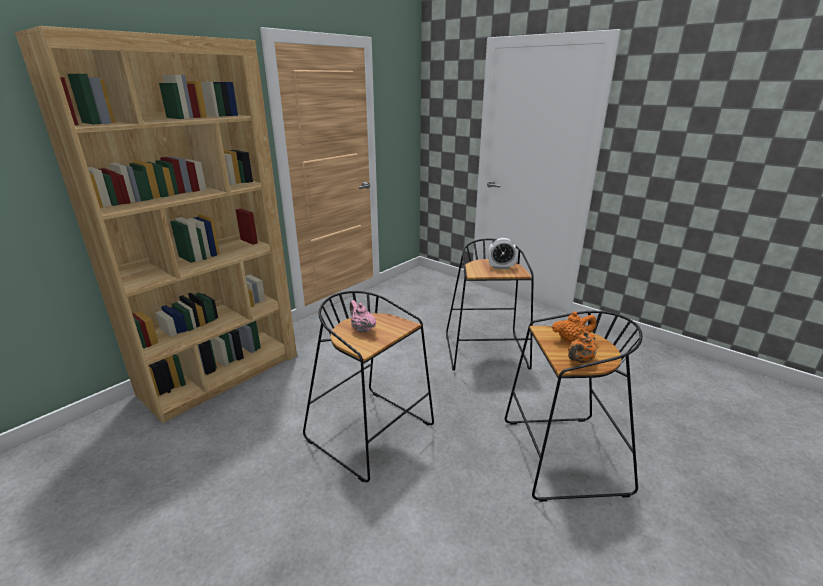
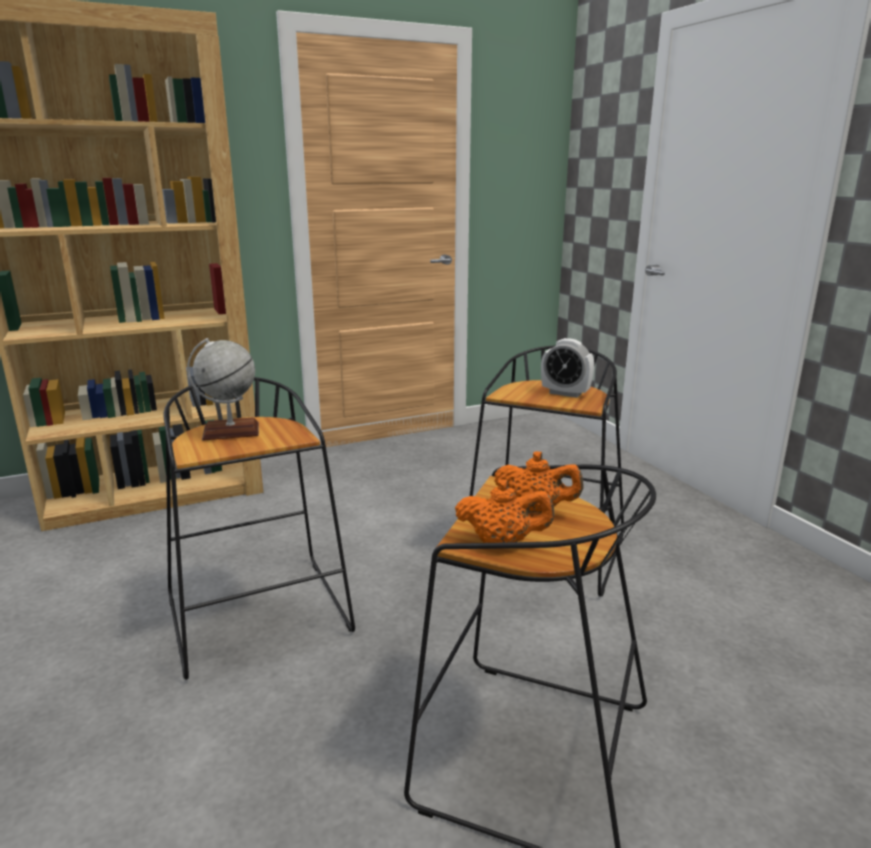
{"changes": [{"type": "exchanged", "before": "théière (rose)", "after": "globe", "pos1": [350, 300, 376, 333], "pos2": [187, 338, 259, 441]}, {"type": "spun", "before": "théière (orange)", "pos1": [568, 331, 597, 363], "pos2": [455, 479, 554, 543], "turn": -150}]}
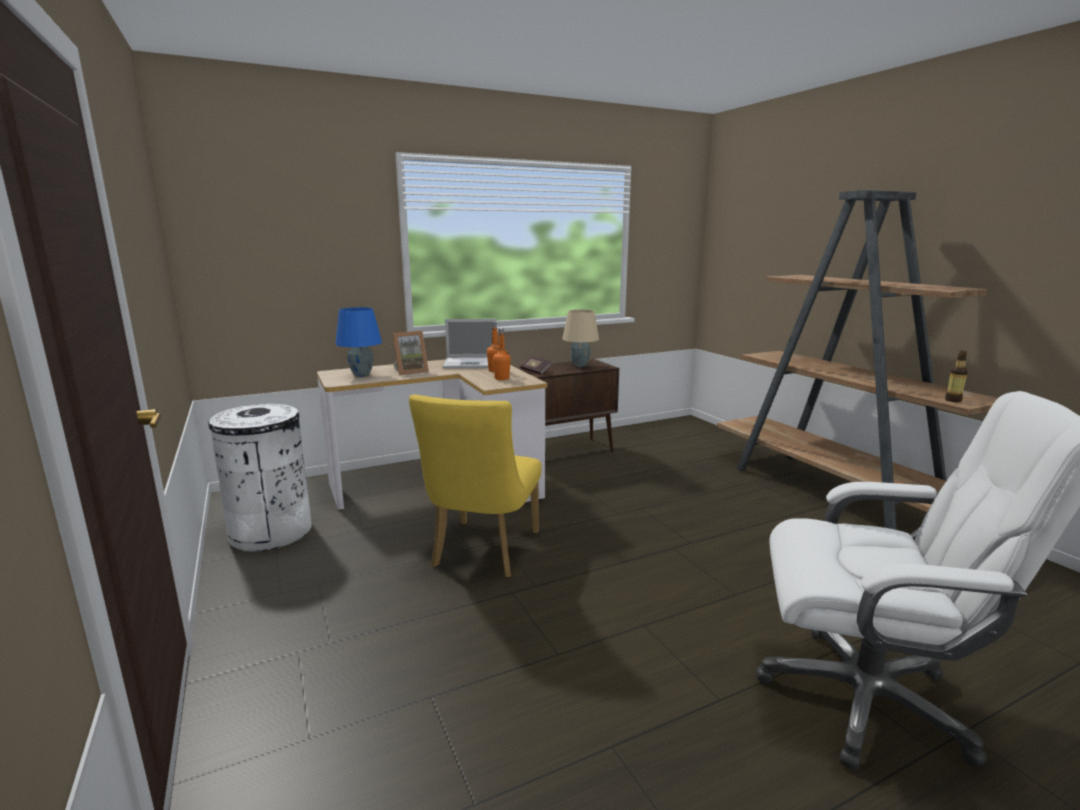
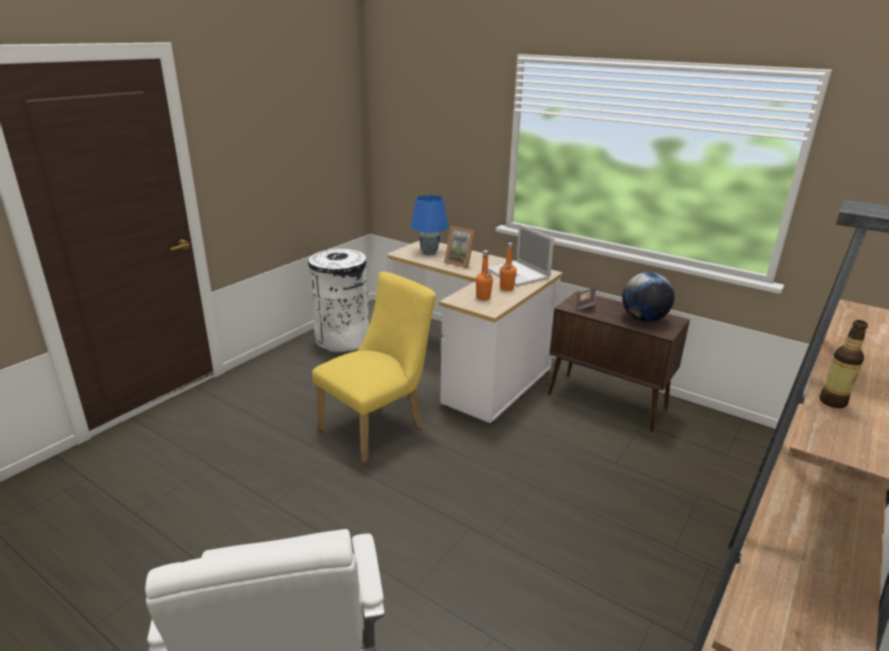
{"changes": [{"type": "relocated", "before": "bouteille", "pos1": [945, 351, 968, 402], "pos2": [819, 320, 868, 408]}, {"type": "exchanged", "before": "lampe de table (beige)", "after": "globe", "pos1": [562, 310, 599, 367], "pos2": [622, 272, 675, 322]}, {"type": "spun", "before": "chaise (jaune)", "pos1": [409, 395, 542, 578], "pos2": [312, 272, 436, 463], "turn": 150}]}
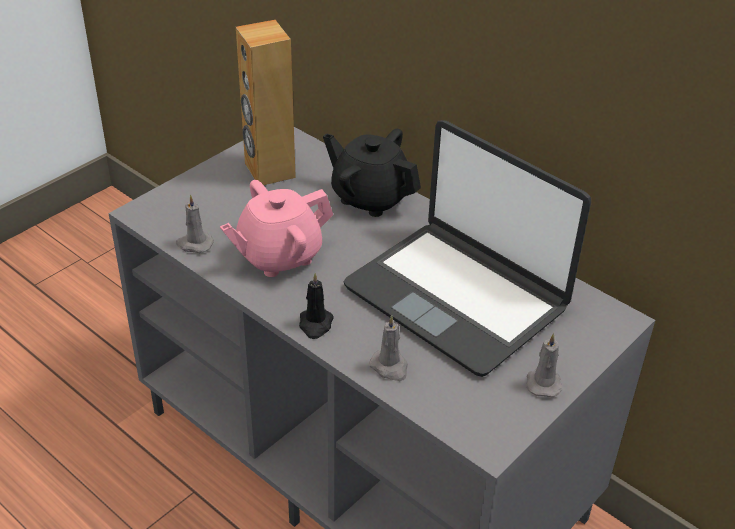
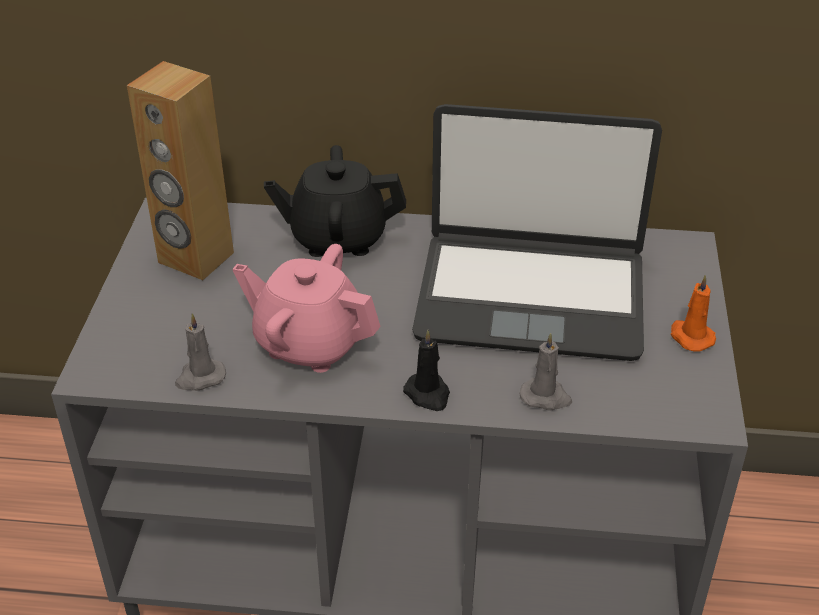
{"changes": [{"type": "colour", "before": "bougie (gris)", "after": "bougie (orange)", "pos1": [526, 333, 563, 397], "pos2": [671, 275, 716, 352]}, {"type": "spun", "before": "théière (rose)", "pos1": [220, 180, 333, 277], "pos2": [232, 244, 381, 373], "turn": 90}]}
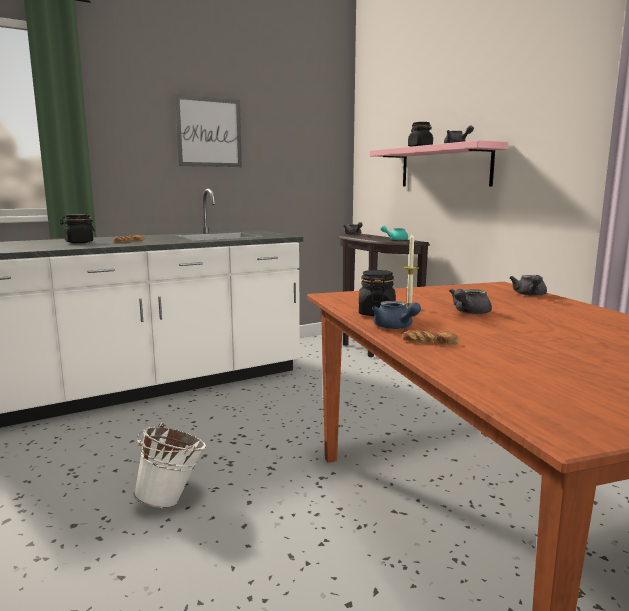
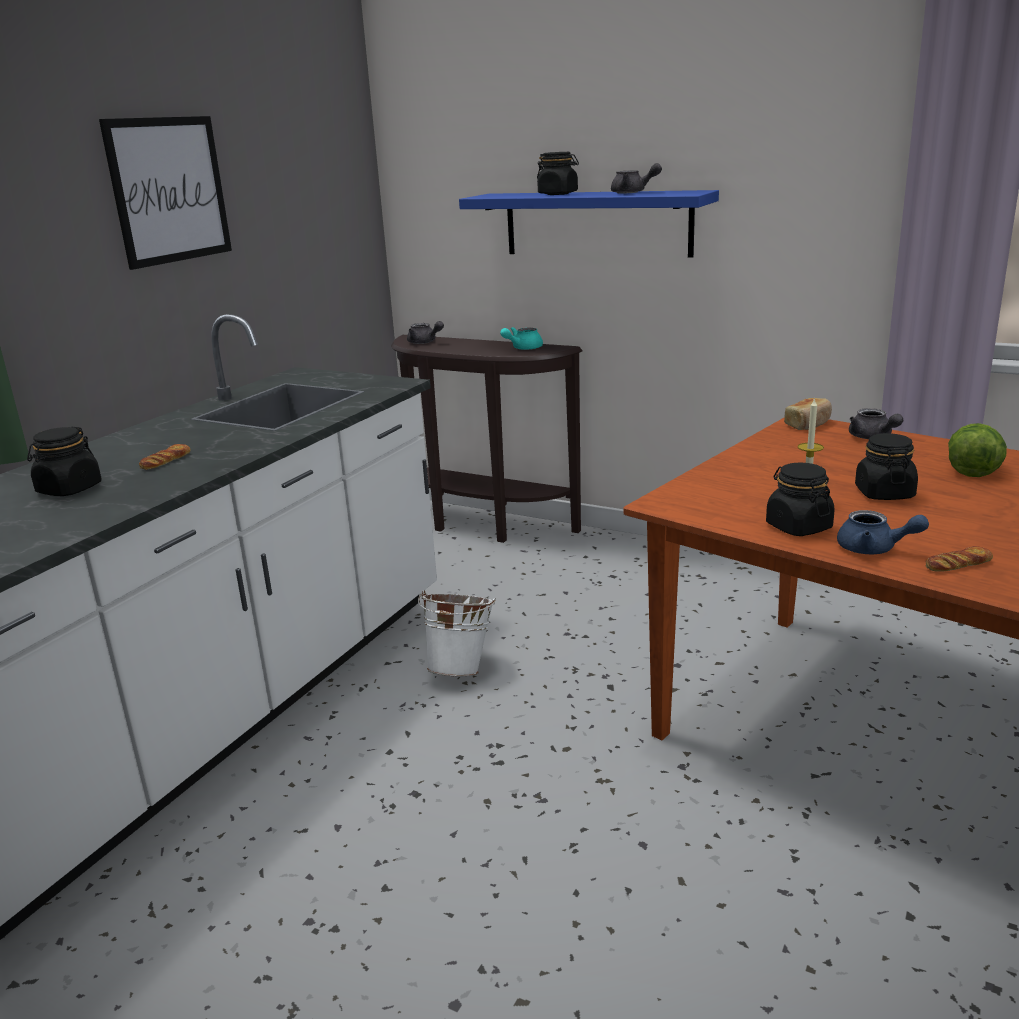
{"changes": [{"type": "appeared", "after": "pain", "pos2": [784, 398, 832, 430]}, {"type": "appeared", "after": "laitue", "pos2": [948, 423, 1007, 477]}, {"type": "relocated", "before": "seau (blanc)", "pos1": [133, 423, 206, 509], "pos2": [418, 590, 496, 677]}, {"type": "exchanged", "before": "théière (gris)", "after": "bocal (noir)", "pos1": [449, 289, 492, 314], "pos2": [855, 433, 918, 500]}, {"type": "colour", "before": "étagère (rose)", "after": "étagère (bleu)", "pos1": [370, 140, 509, 187], "pos2": [459, 190, 719, 258]}]}
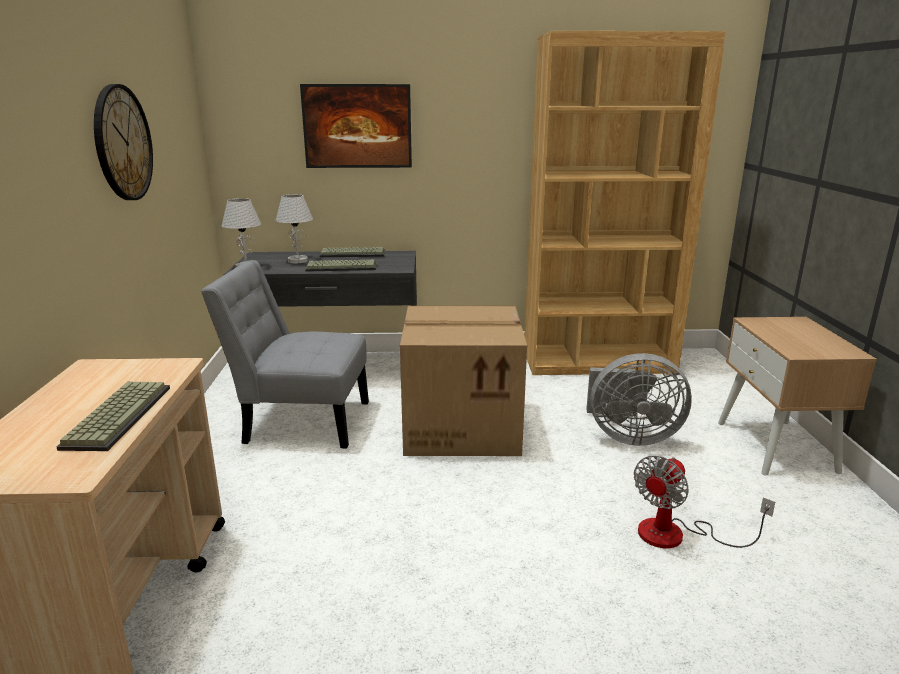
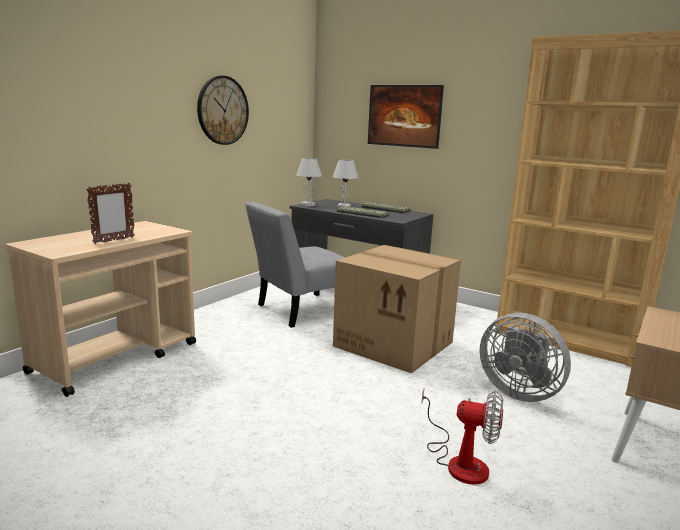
{"changes": [{"type": "exchanged", "before": "clavier", "after": "cadre photo", "pos1": [57, 382, 170, 451], "pos2": [86, 183, 135, 244]}, {"type": "spun", "before": "chaise (gris)", "pos1": [201, 260, 369, 449], "pos2": [245, 201, 345, 328], "turn": -75}, {"type": "spun", "before": "ventilateur", "pos1": [634, 456, 775, 549], "pos2": [422, 389, 503, 485], "turn": -150}]}
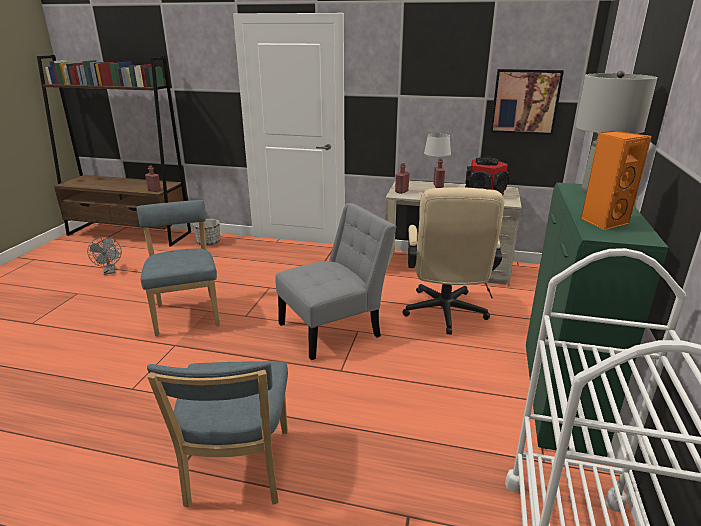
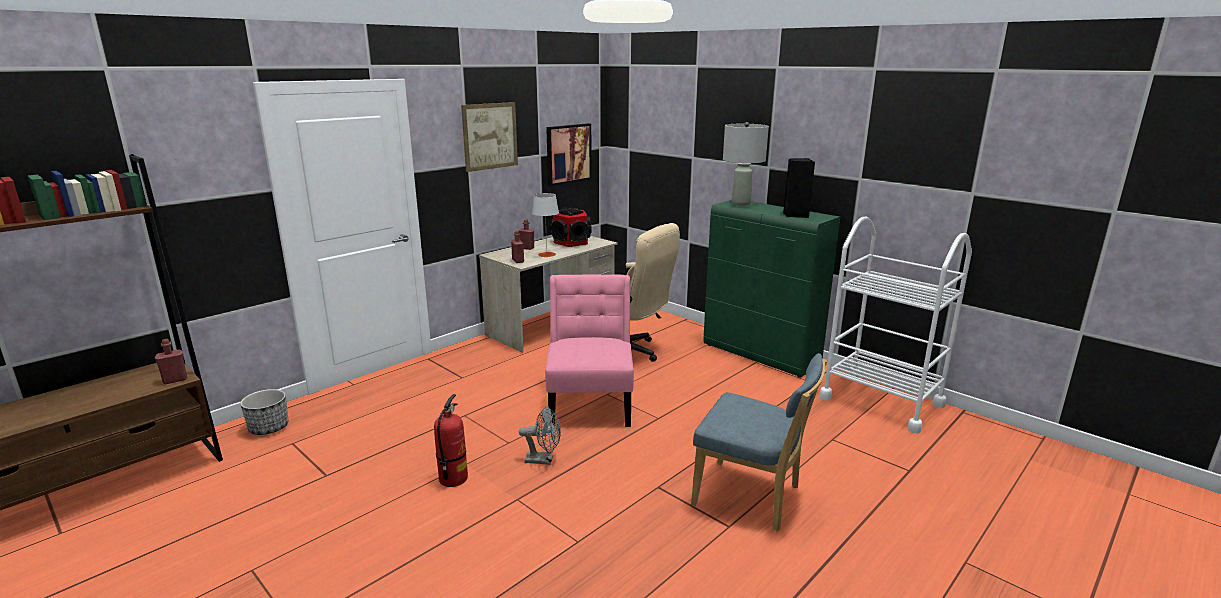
{"changes": [{"type": "appeared", "after": "tableau", "pos2": [461, 102, 518, 172]}, {"type": "relocated", "before": "ventilateur (gris)", "pos1": [87, 237, 122, 275], "pos2": [519, 406, 561, 465]}, {"type": "exchanged", "before": "chaise (bleu)", "after": "extincteur", "pos1": [136, 200, 220, 336], "pos2": [434, 394, 468, 487]}, {"type": "colour", "before": "chaise (gris)", "after": "chaise (rose)", "pos1": [276, 203, 397, 360], "pos2": [545, 275, 634, 427]}, {"type": "colour", "before": "enceinte (orange)", "after": "enceinte (noir)", "pos1": [581, 131, 652, 230], "pos2": [783, 158, 815, 218]}]}
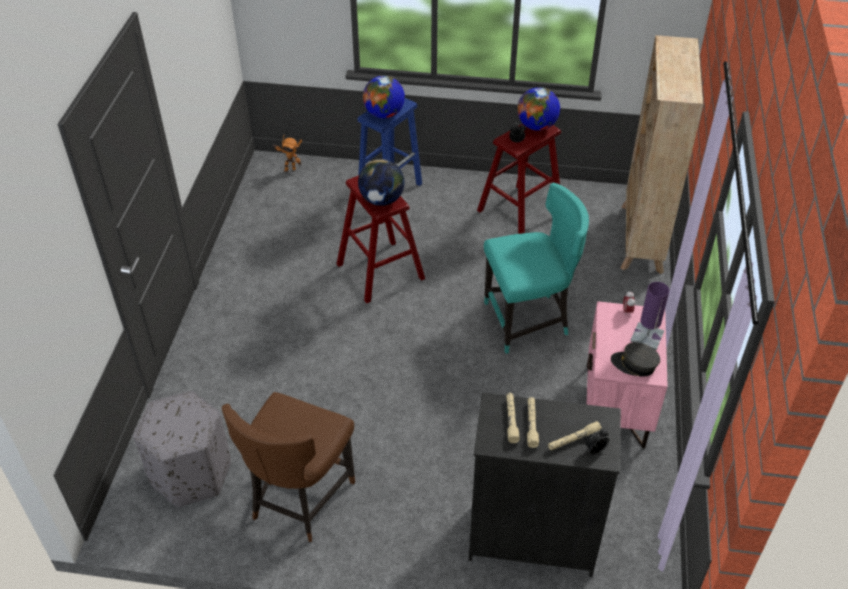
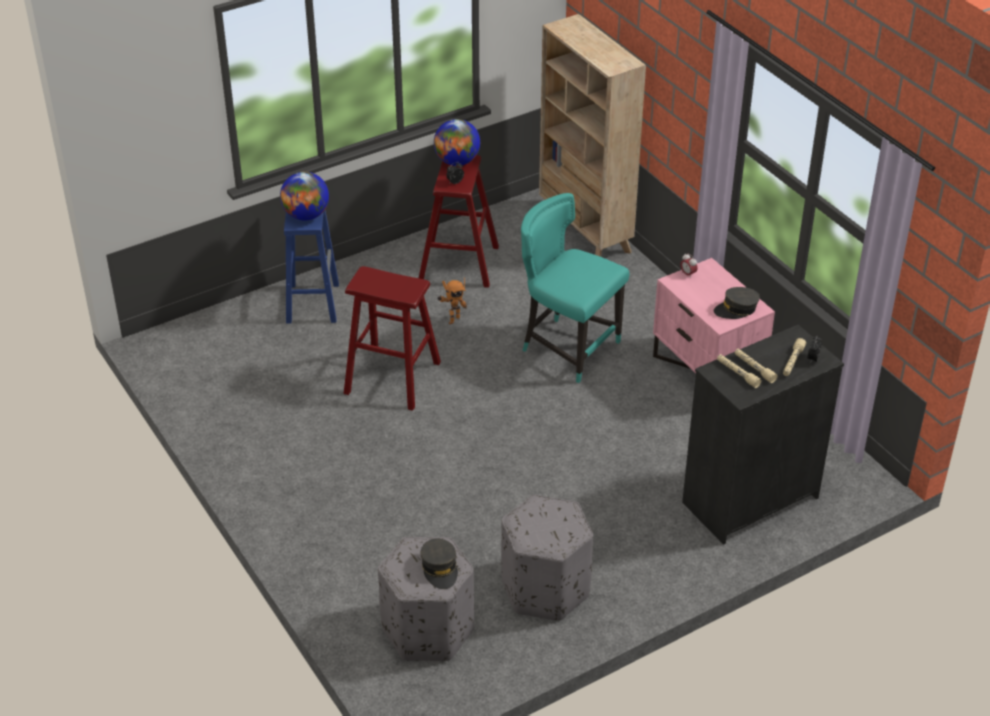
{"changes": [{"type": "missing", "before": "globe", "pos1": [358, 159, 404, 206]}, {"type": "missing", "before": "lampe de table (violet)", "pos1": [630, 282, 670, 350]}, {"type": "appeared", "after": "casquette (gris)", "pos2": [421, 538, 458, 589]}, {"type": "relocated", "before": "robot jouet", "pos1": [273, 136, 302, 172], "pos2": [438, 277, 467, 324]}, {"type": "exchanged", "before": "chaise (marron)", "after": "pouf (gris)", "pos1": [222, 392, 355, 542], "pos2": [501, 495, 593, 621]}, {"type": "spun", "before": "chaise (turquoise)", "pos1": [484, 183, 589, 354], "pos2": [521, 193, 629, 383], "turn": -90}]}
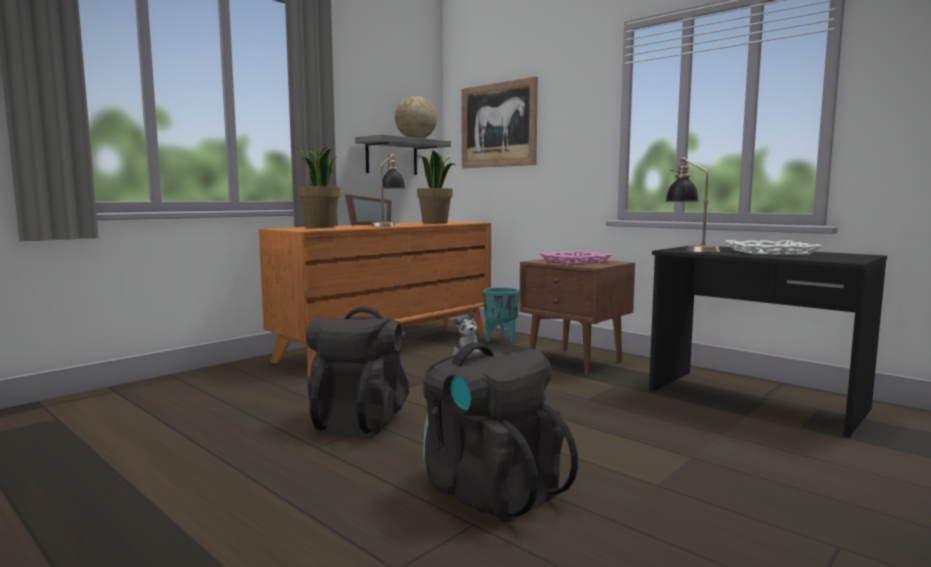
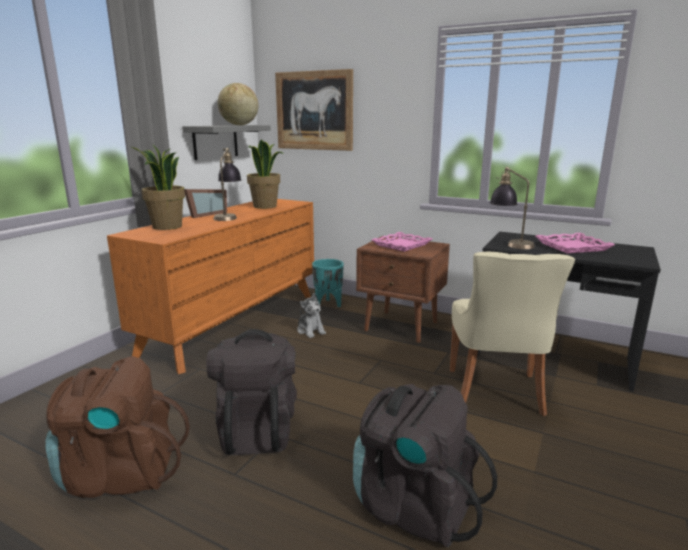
{"changes": [{"type": "appeared", "after": "sac à dos (marron)", "pos2": [45, 356, 190, 498]}, {"type": "appeared", "after": "chaise (beige)", "pos2": [450, 251, 575, 416]}, {"type": "colour", "before": "plateau (blanc)", "after": "plateau (rose)", "pos1": [725, 240, 822, 255], "pos2": [535, 233, 615, 253]}]}
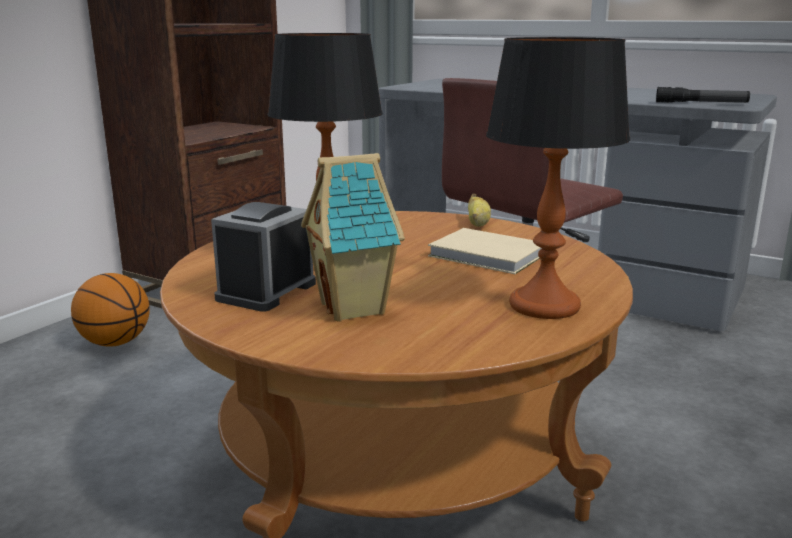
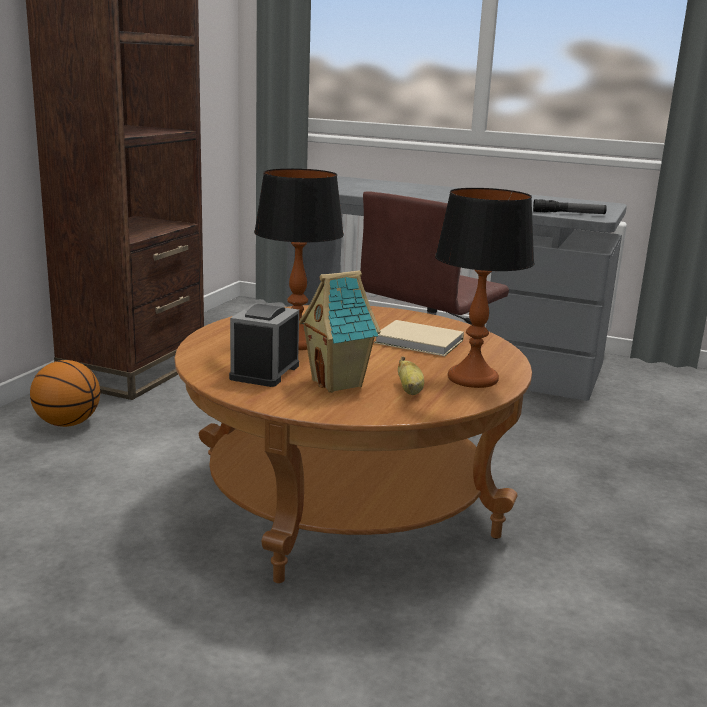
{"changes": [{"type": "relocated", "before": "banane", "pos1": [468, 194, 491, 227], "pos2": [398, 356, 424, 395]}]}
